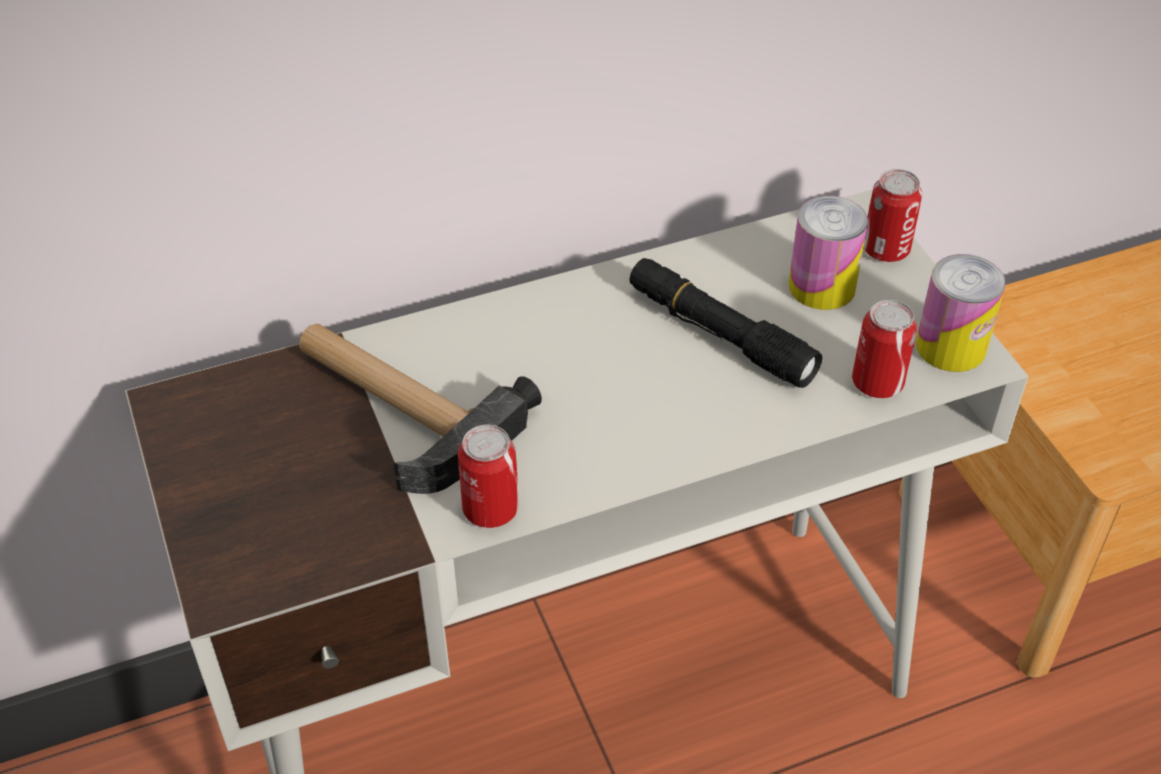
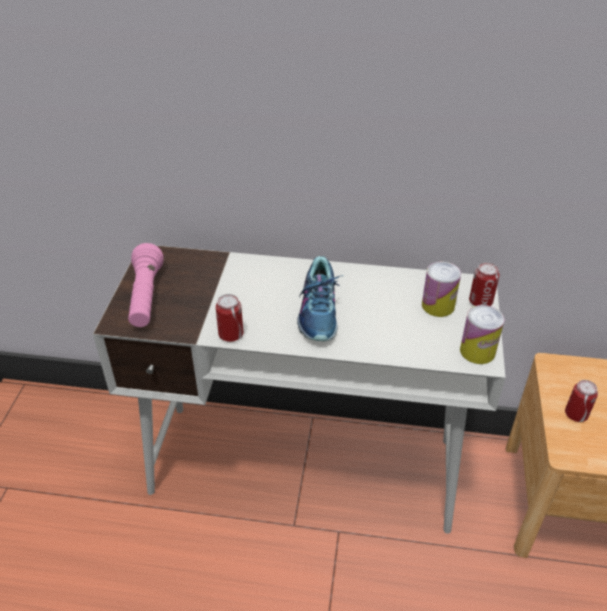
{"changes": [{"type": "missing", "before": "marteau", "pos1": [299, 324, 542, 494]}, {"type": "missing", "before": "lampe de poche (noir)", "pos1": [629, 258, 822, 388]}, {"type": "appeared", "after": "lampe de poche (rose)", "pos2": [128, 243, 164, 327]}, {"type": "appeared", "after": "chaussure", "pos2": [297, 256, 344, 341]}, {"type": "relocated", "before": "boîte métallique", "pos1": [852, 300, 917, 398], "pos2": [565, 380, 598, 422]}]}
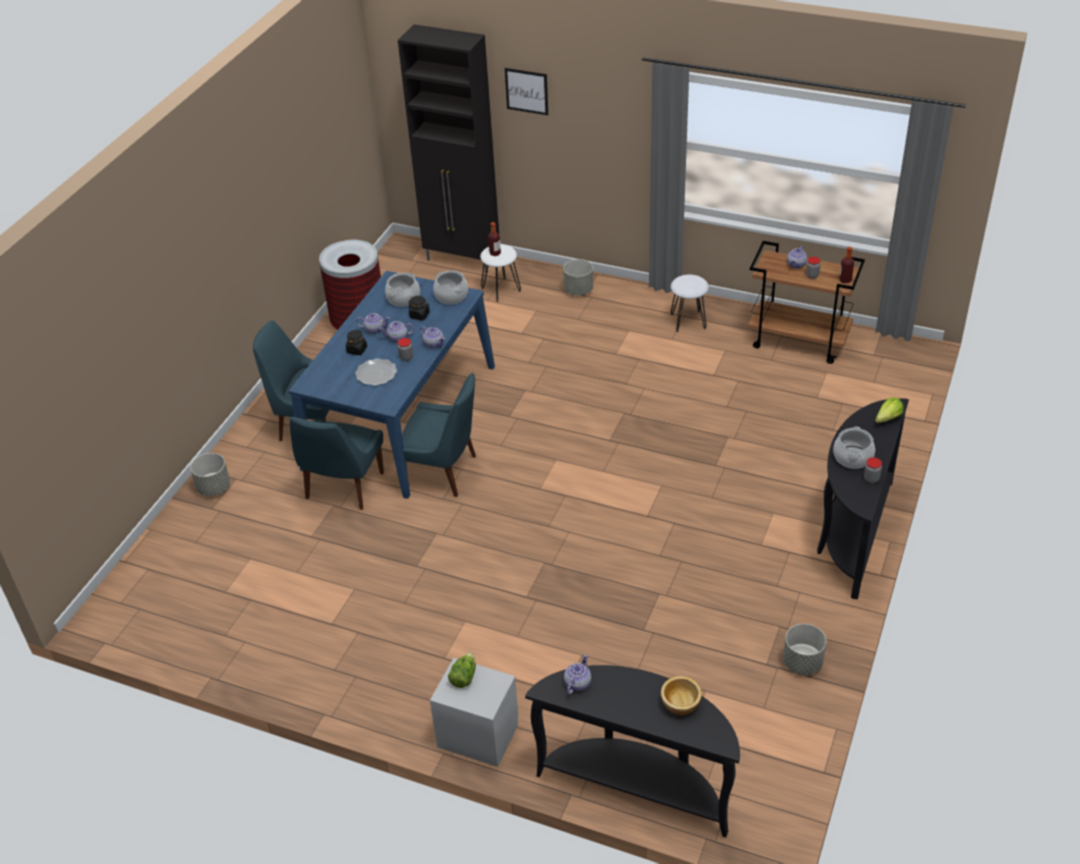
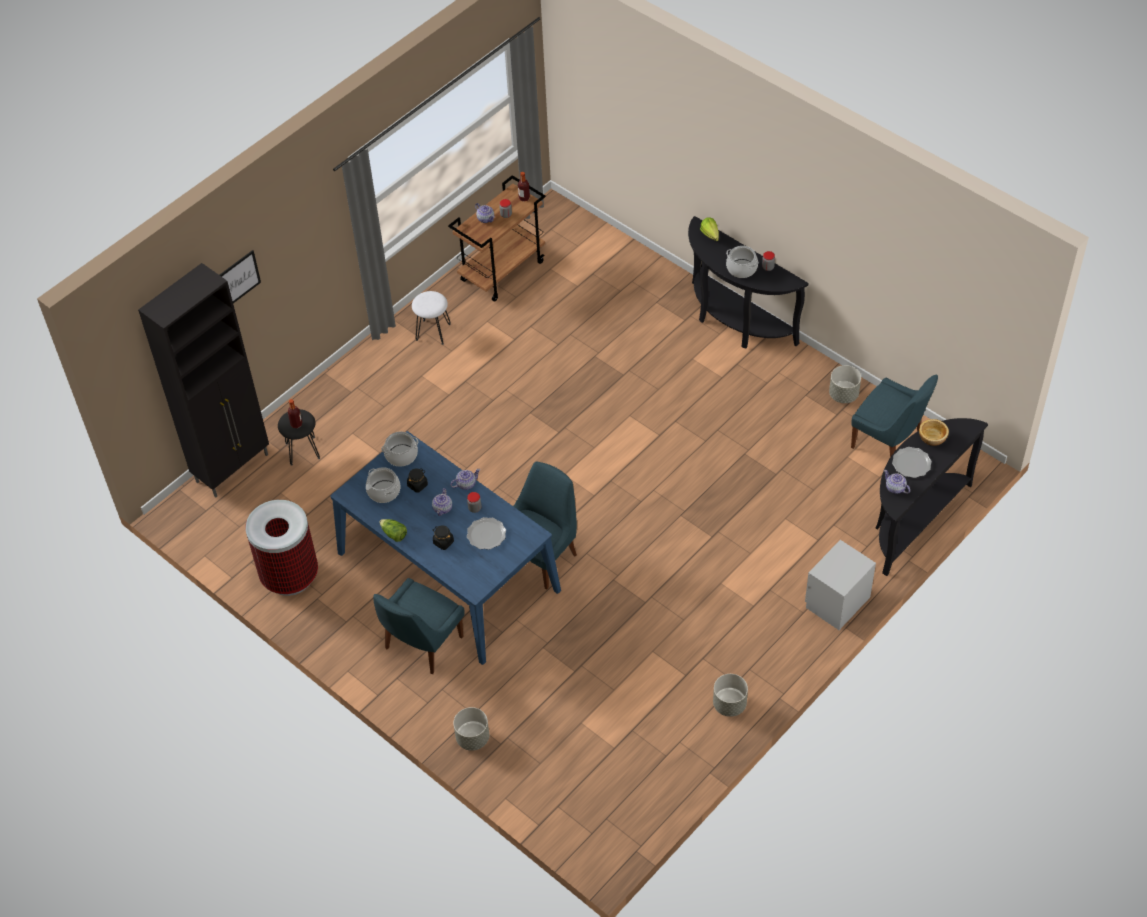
{"changes": [{"type": "missing", "before": "théière", "pos1": [356, 313, 390, 334]}, {"type": "appeared", "after": "assiette", "pos2": [892, 447, 932, 478]}, {"type": "relocated", "before": "chaise (bleu)", "pos1": [290, 417, 384, 510], "pos2": [851, 374, 938, 457]}, {"type": "relocated", "before": "laitue", "pos1": [448, 652, 476, 688], "pos2": [379, 519, 407, 542]}, {"type": "relocated", "before": "cache-pot (gris)", "pos1": [563, 259, 593, 295], "pos2": [713, 674, 748, 717]}, {"type": "colour", "before": "tabouret (blanc)", "after": "tabouret (noir)", "pos1": [480, 244, 521, 302], "pos2": [278, 409, 320, 466]}]}
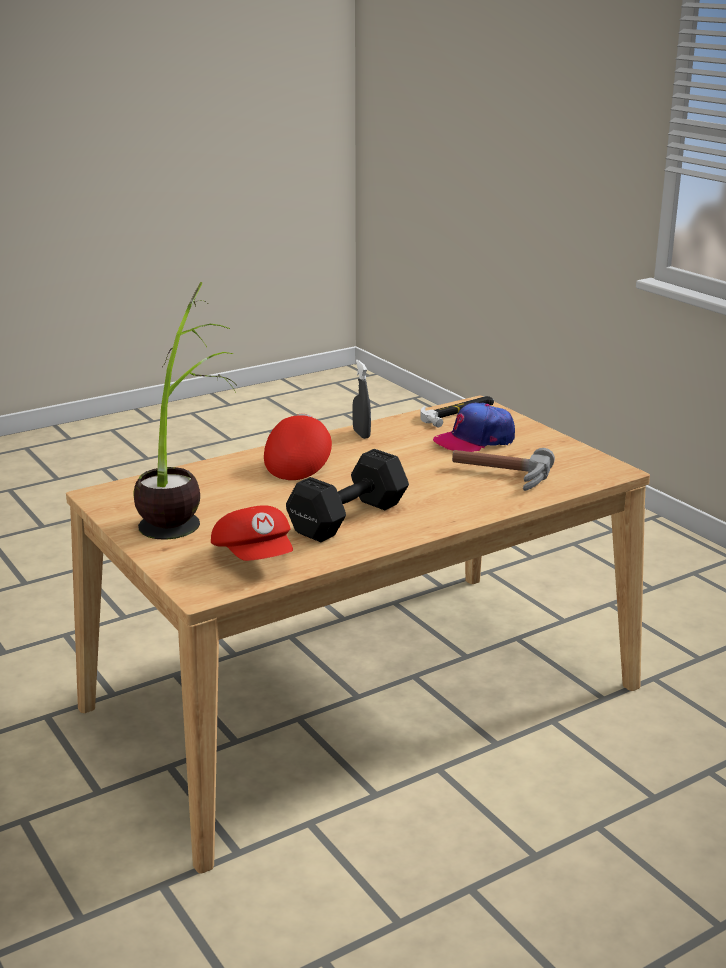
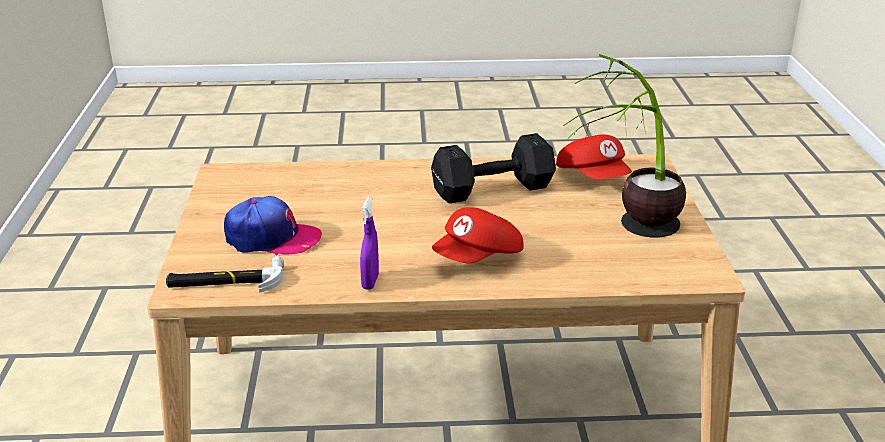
{"changes": [{"type": "missing", "before": "marteau", "pos1": [452, 448, 555, 491]}, {"type": "colour", "before": "vaporisateur (gris)", "after": "vaporisateur (violet)", "pos1": [352, 360, 371, 439], "pos2": [360, 197, 379, 290]}, {"type": "spun", "before": "casquette (rouge)", "pos1": [211, 505, 293, 561], "pos2": [556, 134, 632, 179], "turn": 150}]}
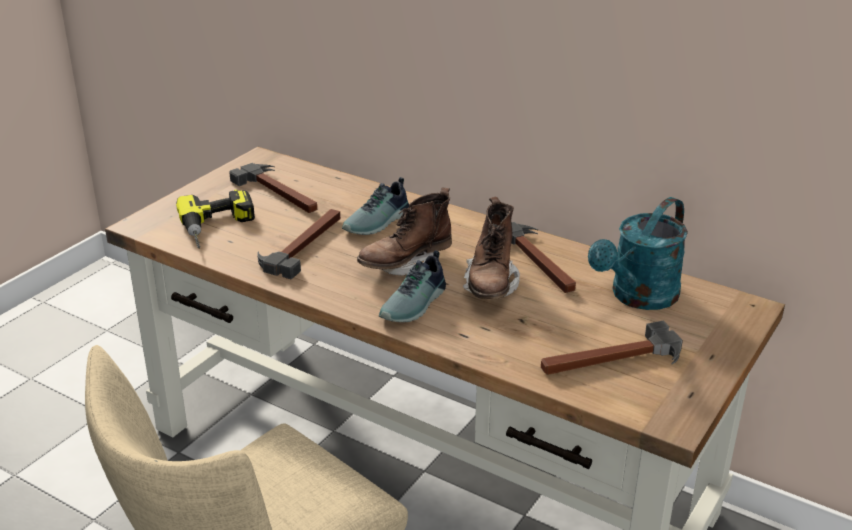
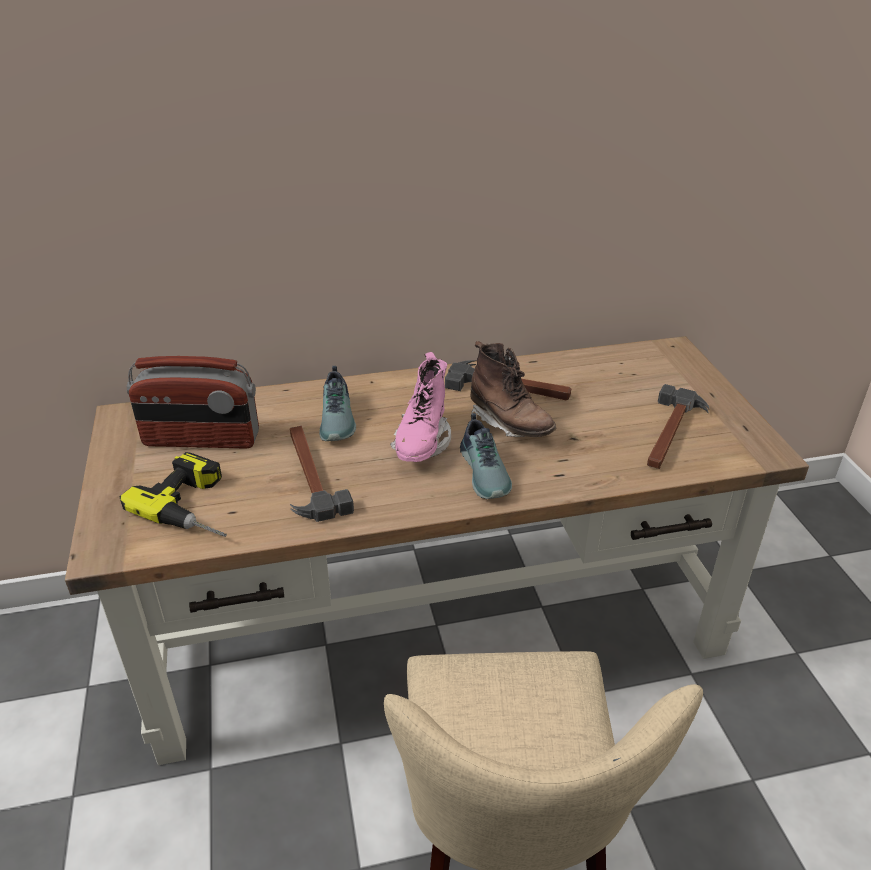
{"changes": [{"type": "missing", "before": "arrosoir (turquoise)", "pos1": [588, 197, 688, 310]}, {"type": "exchanged", "before": "marteau", "after": "radio", "pos1": [229, 163, 317, 213], "pos2": [127, 356, 259, 449]}, {"type": "colour", "before": "botte (marron)", "after": "botte (rose)", "pos1": [357, 188, 452, 276], "pos2": [390, 352, 451, 462]}]}
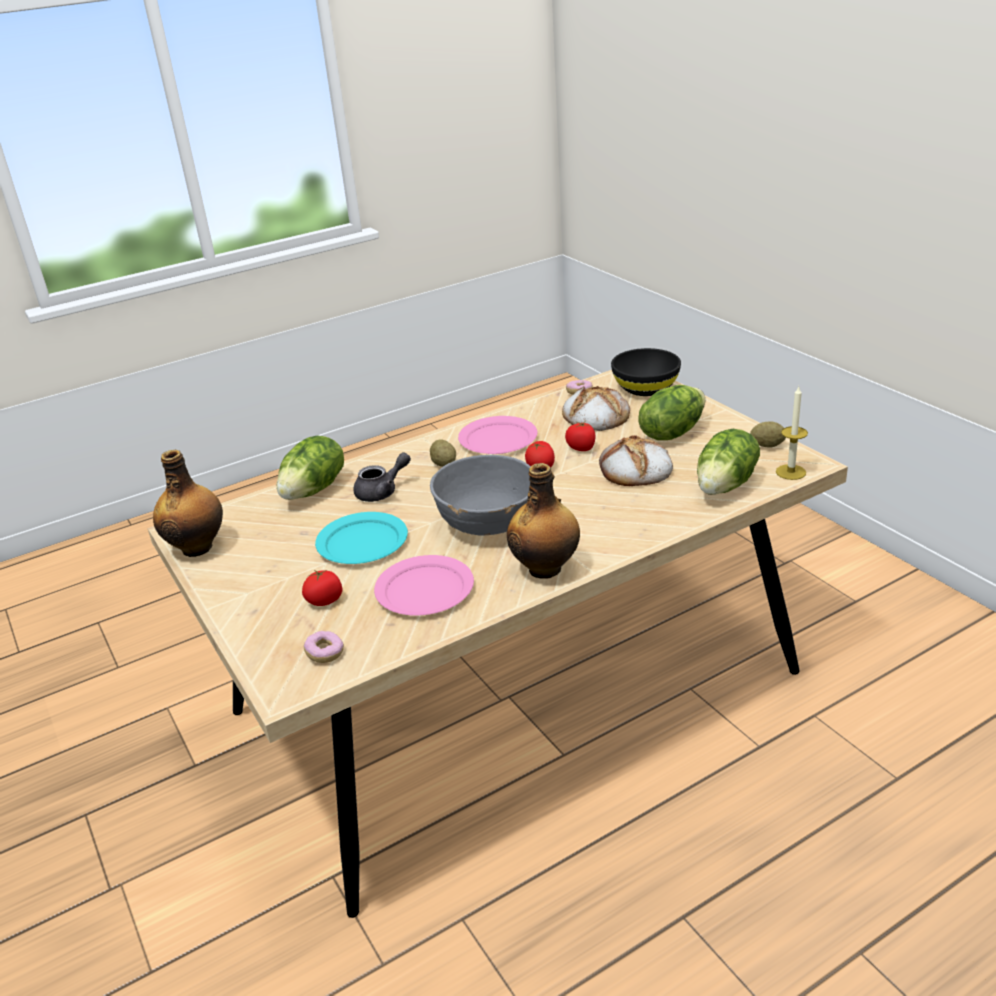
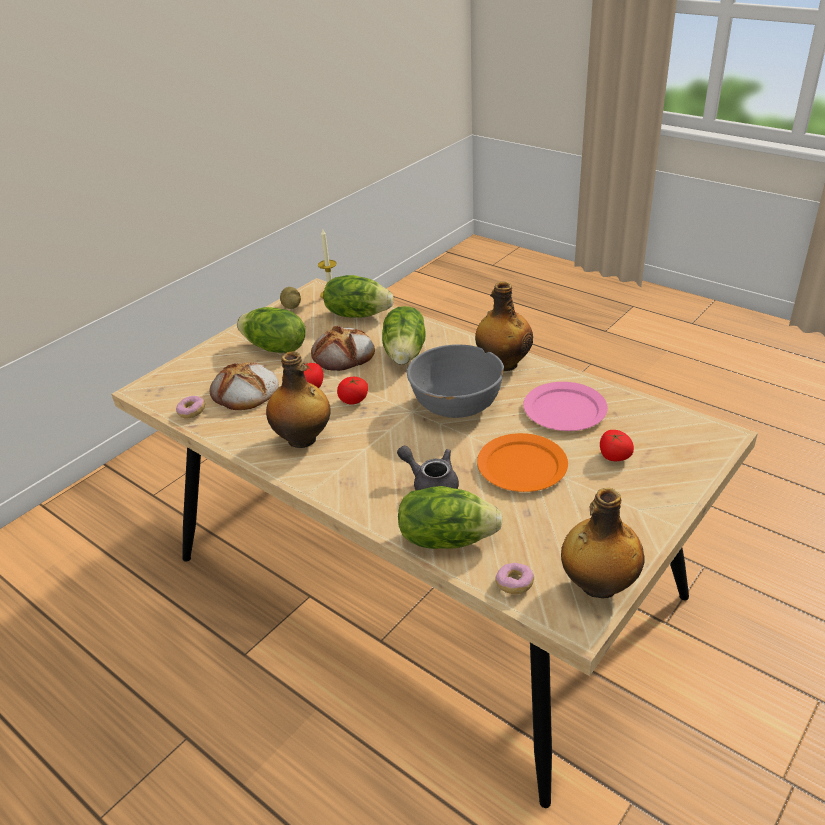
{"changes": [{"type": "missing", "before": "pomme de terre", "pos1": [430, 439, 456, 467]}, {"type": "missing", "before": "bol (noir)", "pos1": [611, 348, 681, 396]}, {"type": "appeared", "after": "laitue", "pos2": [382, 306, 426, 365]}, {"type": "relocated", "before": "beignet", "pos1": [304, 631, 344, 663], "pos2": [495, 563, 534, 594]}, {"type": "exchanged", "before": "assiette (rose)", "after": "bouteille", "pos1": [458, 416, 537, 454], "pos2": [266, 351, 330, 448]}, {"type": "colour", "before": "assiette (turquoise)", "after": "assiette (orange)", "pos1": [315, 512, 408, 564], "pos2": [477, 433, 568, 492]}]}
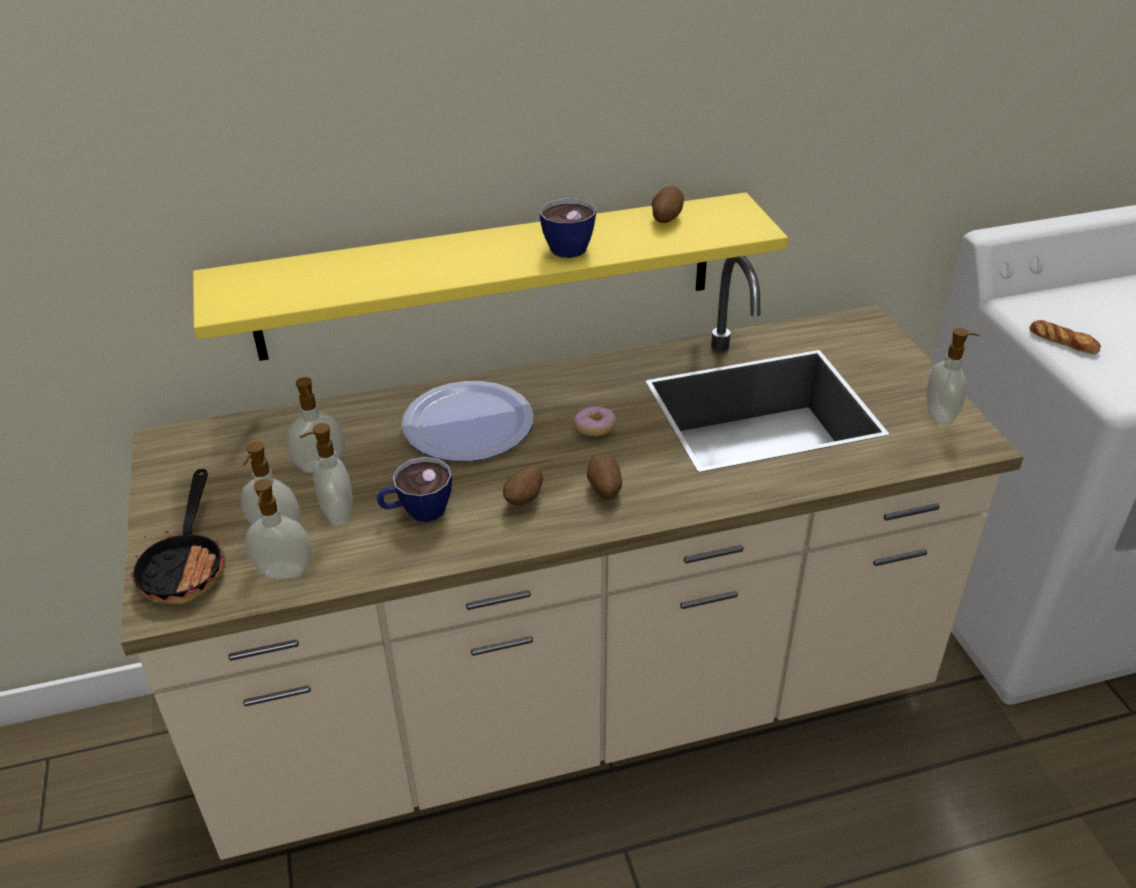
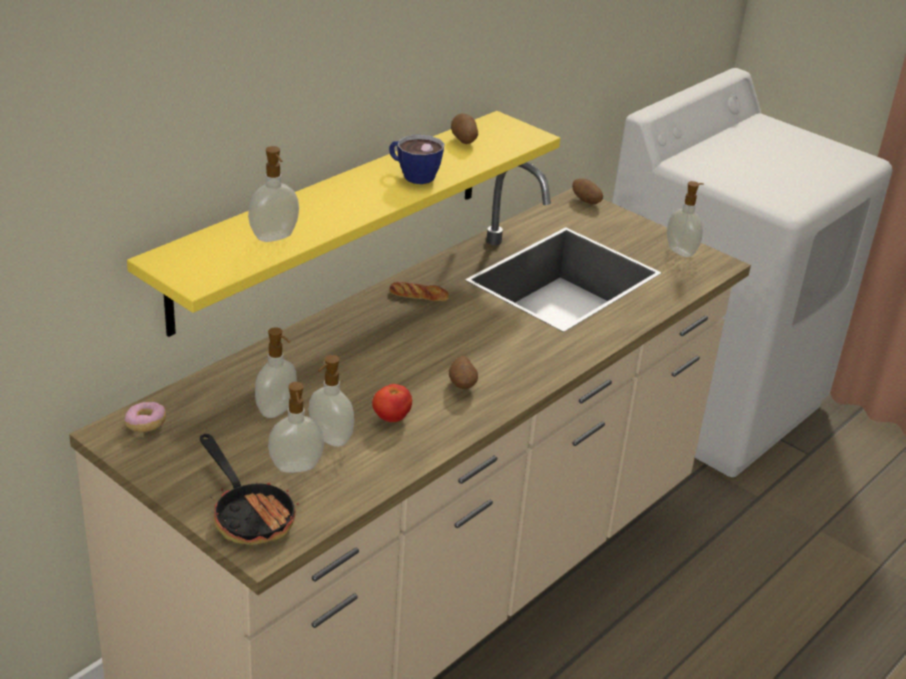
{"changes": [{"type": "missing", "before": "assiette", "pos1": [401, 381, 533, 461]}, {"type": "relocated", "before": "distributeur de savon", "pos1": [245, 479, 312, 579], "pos2": [248, 146, 299, 242]}, {"type": "relocated", "before": "beignet", "pos1": [574, 406, 616, 436], "pos2": [125, 402, 166, 432]}, {"type": "relocated", "before": "pomme de terre", "pos1": [587, 453, 622, 499], "pos2": [572, 179, 603, 204]}, {"type": "relocated", "before": "pain", "pos1": [1030, 320, 1101, 354], "pos2": [389, 282, 449, 301]}, {"type": "exchanged", "before": "tasse", "after": "tomate", "pos1": [377, 457, 452, 522], "pos2": [372, 384, 412, 422]}]}
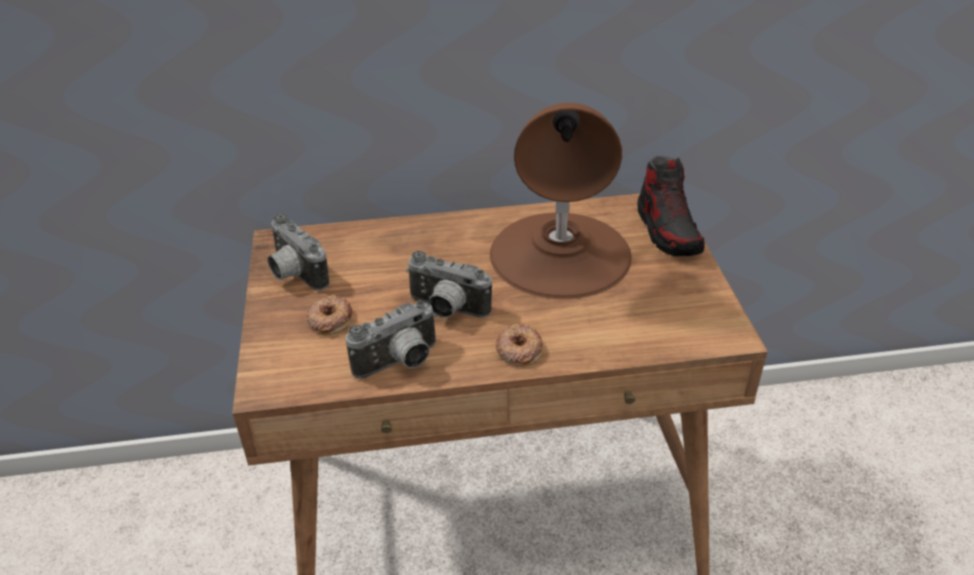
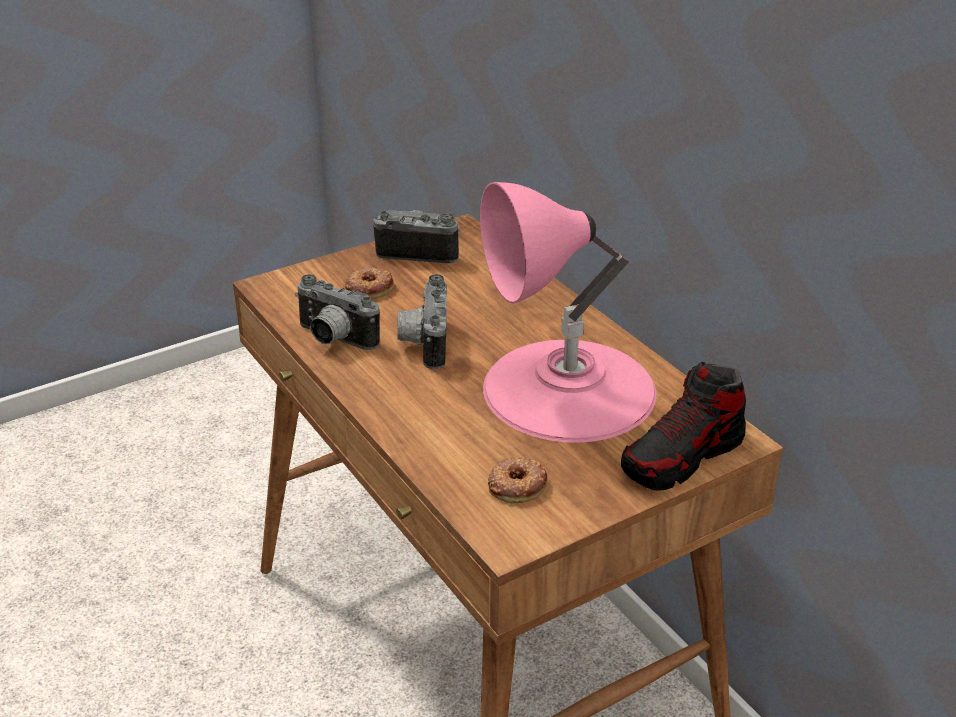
{"changes": [{"type": "relocated", "before": "beignet", "pos1": [495, 324, 543, 367], "pos2": [488, 457, 547, 503]}, {"type": "colour", "before": "lampe de table (marron)", "after": "lampe de table (rose)", "pos1": [490, 103, 632, 299], "pos2": [480, 182, 656, 443]}, {"type": "spun", "before": "appareil photo", "pos1": [268, 213, 329, 291], "pos2": [373, 210, 460, 264], "turn": 75}]}
